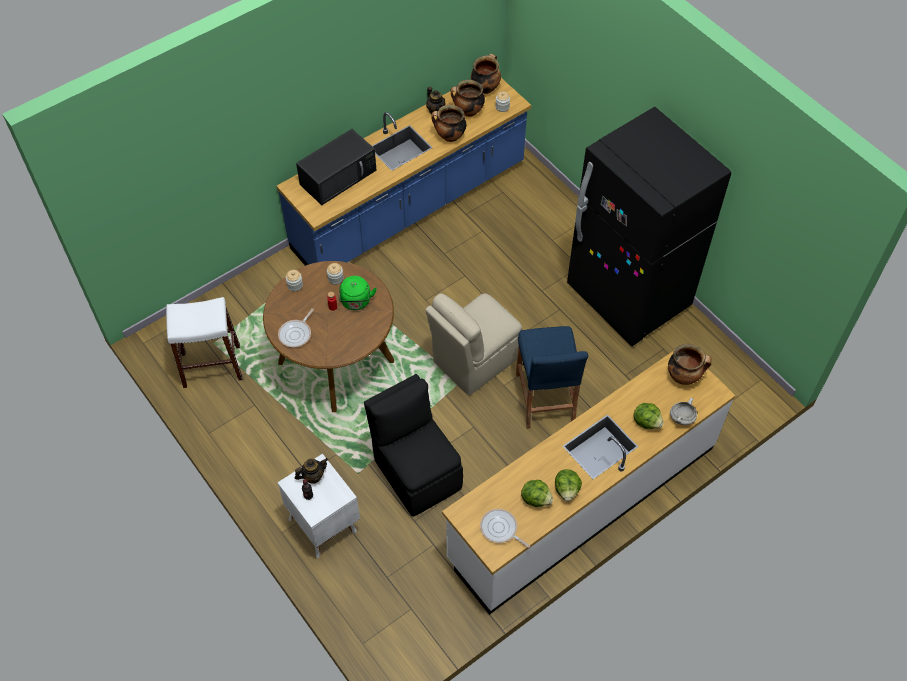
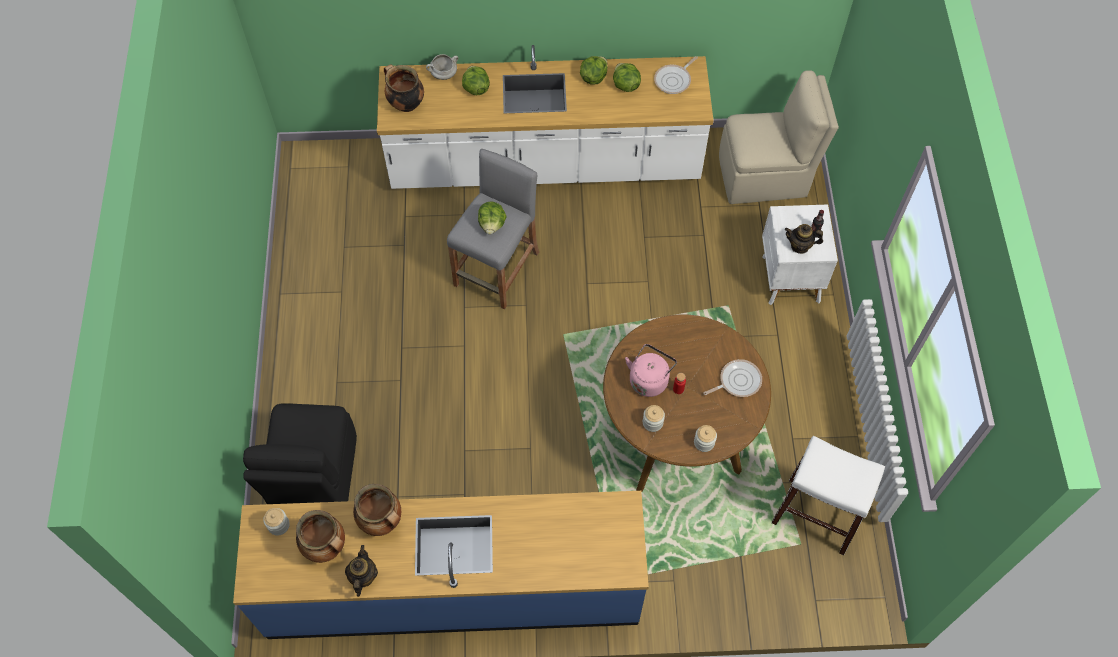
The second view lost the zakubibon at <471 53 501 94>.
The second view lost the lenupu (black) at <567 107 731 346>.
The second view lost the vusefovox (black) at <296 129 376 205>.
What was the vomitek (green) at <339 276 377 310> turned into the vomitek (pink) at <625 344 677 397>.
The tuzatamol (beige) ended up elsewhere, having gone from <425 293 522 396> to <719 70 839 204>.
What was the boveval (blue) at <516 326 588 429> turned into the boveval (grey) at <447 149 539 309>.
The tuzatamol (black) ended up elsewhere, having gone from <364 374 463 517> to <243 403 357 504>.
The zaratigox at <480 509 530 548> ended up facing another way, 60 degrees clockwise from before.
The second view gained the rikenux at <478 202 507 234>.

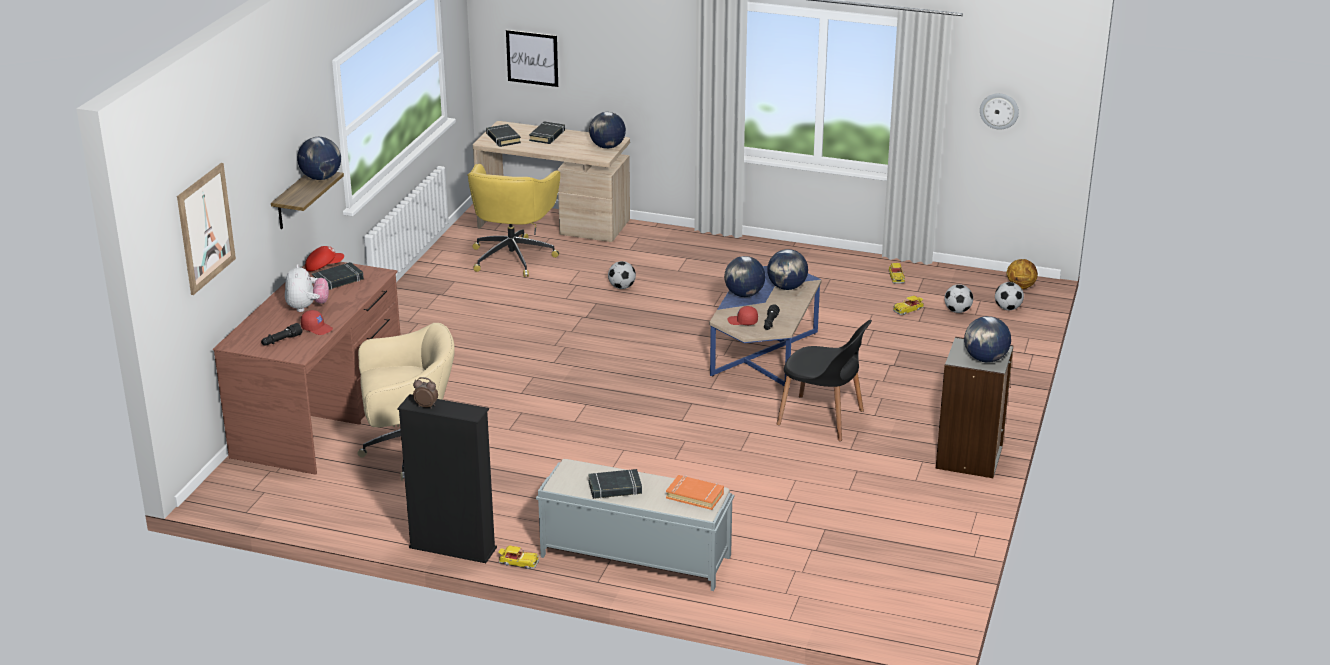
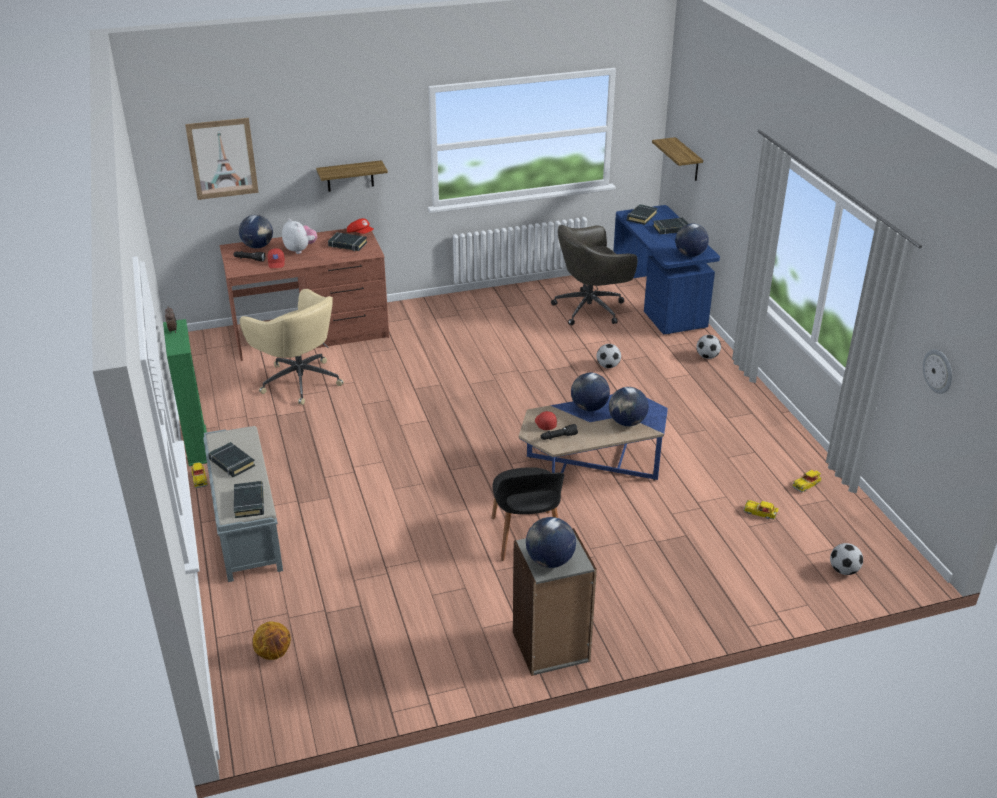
Where the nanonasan hung at <506 30 558 87>, the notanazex came to hang at <652 137 703 181>.
What was the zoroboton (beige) at <473 121 630 242> turned into the zoroboton (blue) at <613 205 720 334>.
The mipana ended up elsewhere, having gone from <297 137 341 180> to <239 215 273 249>.
What was the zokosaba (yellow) at <468 164 560 277> turned into the zokosaba (grey) at <551 225 637 326>.
The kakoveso ended up elsewhere, having gone from <1006 259 1038 289> to <252 621 291 660>.
The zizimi at <285 264 329 312> ended up facing another way, 90 degrees counterclockwise from before.
The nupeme ended up elsewhere, having gone from <944 284 973 313> to <696 335 721 359>.
What was the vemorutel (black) at <397 394 497 563> turned into the vemorutel (green) at <163 319 207 466>.
What was the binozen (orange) at <666 475 724 510> turned into the binozen (black) at <234 481 264 518>.

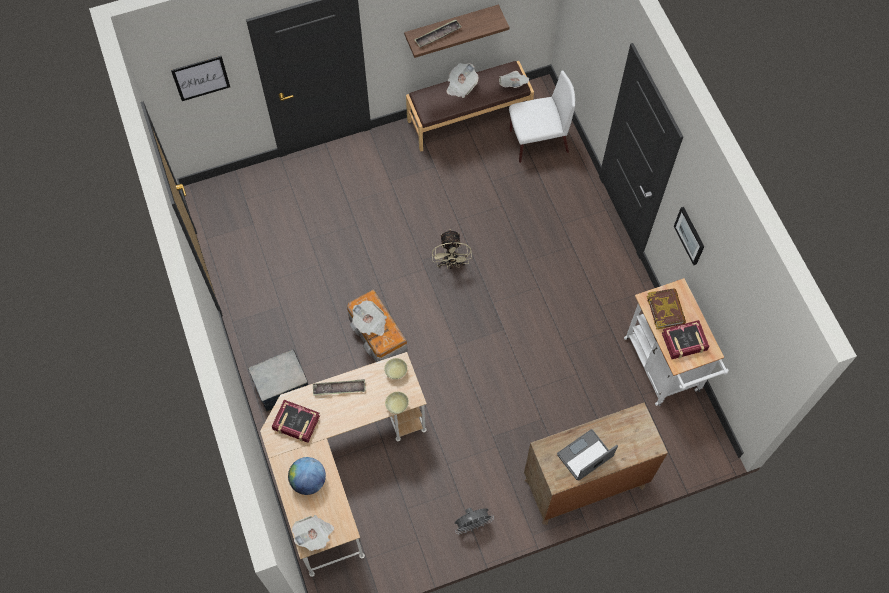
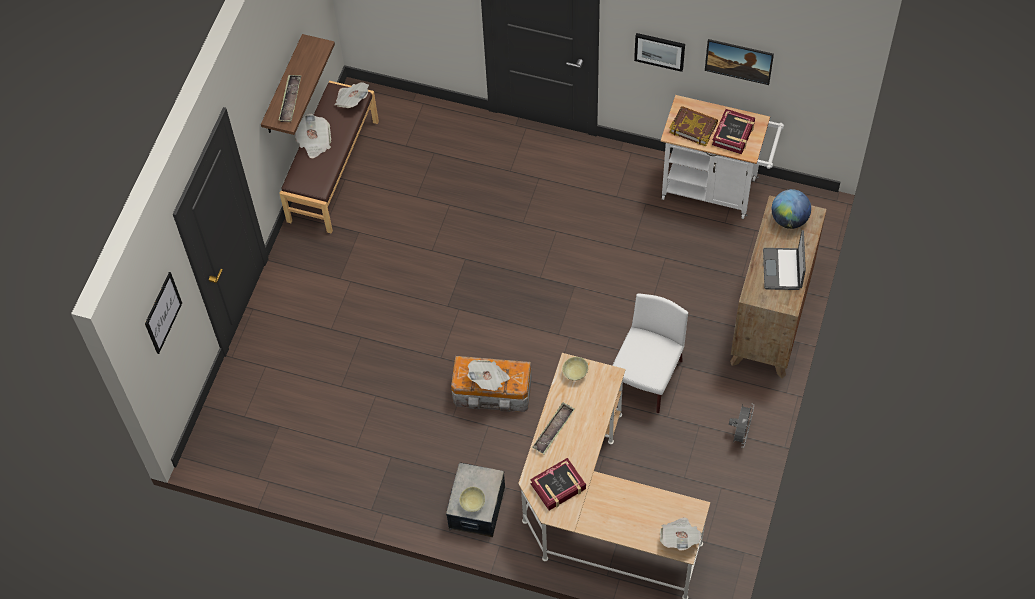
The tuzatamol (white) ended up elsewhere, having gone from <509 70 575 163> to <612 293 688 413>.
The second view lost the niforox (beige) at <432 229 472 269>.
The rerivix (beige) ended up elsewhere, having gone from <385 392 409 414> to <459 487 485 512>.
The mipana ended up elsewhere, having gone from <288 457 326 495> to <772 189 811 229>.
The second view gained the nanonasan at <705 39 774 85>.

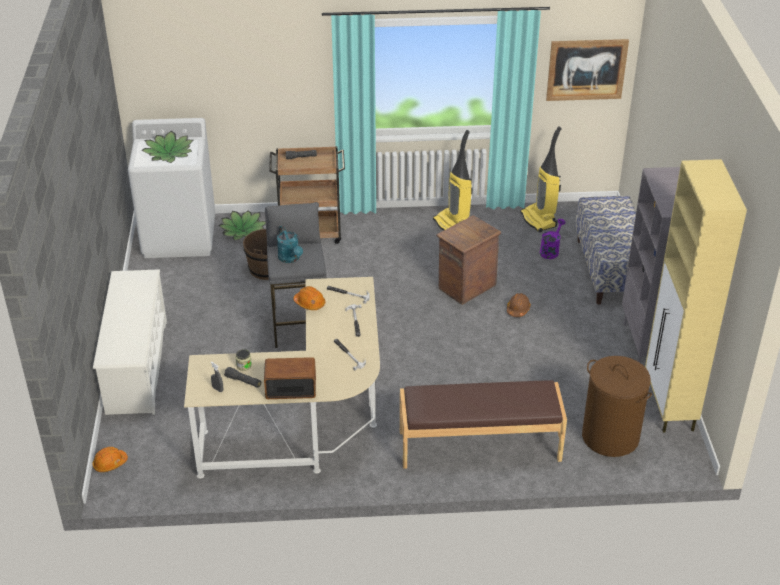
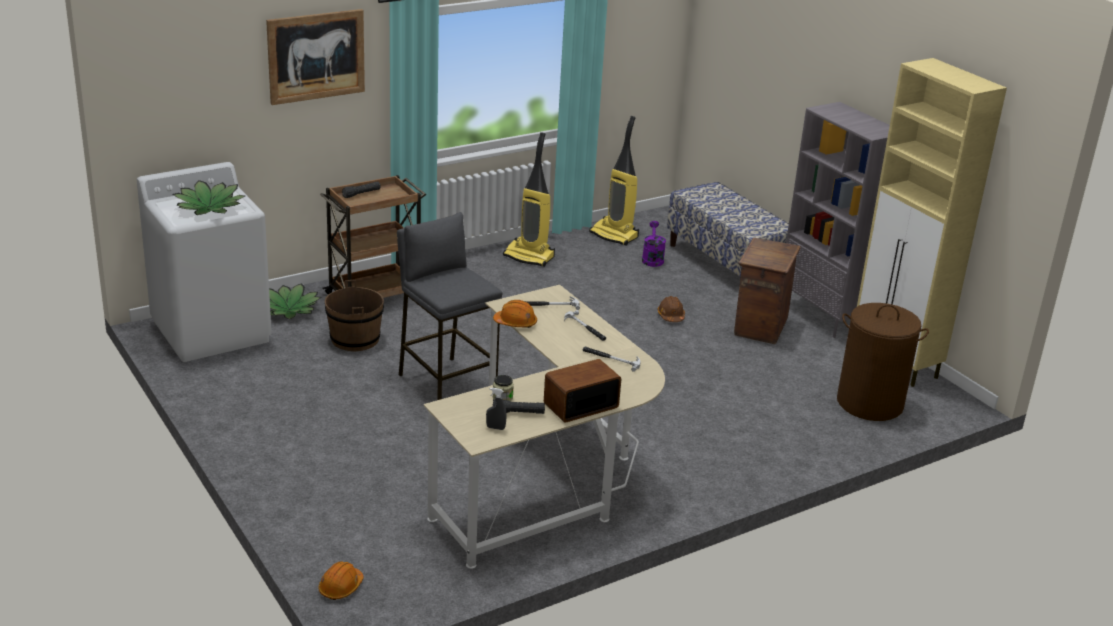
The nanonasan ended up elsewhere, having gone from <546 39 629 101> to <266 9 365 105>.
The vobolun ended up elsewhere, having gone from <436 215 501 305> to <734 238 801 344>.
The second view lost the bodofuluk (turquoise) at <277 226 303 263>.
The second view lost the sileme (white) at <93 269 167 415>.
The second view lost the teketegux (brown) at <400 380 567 469>.

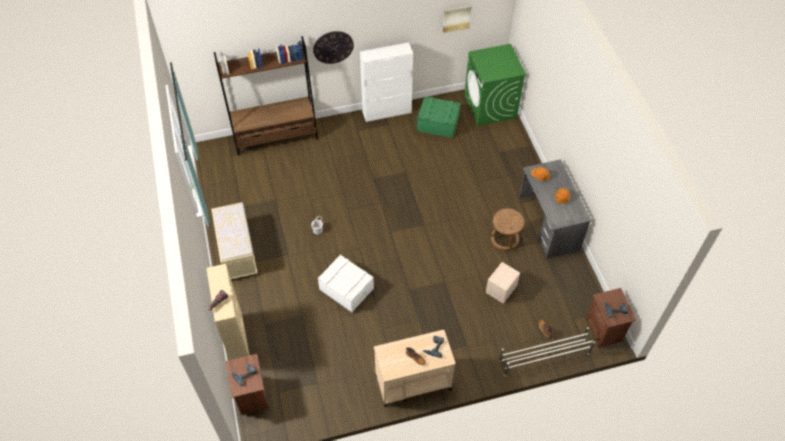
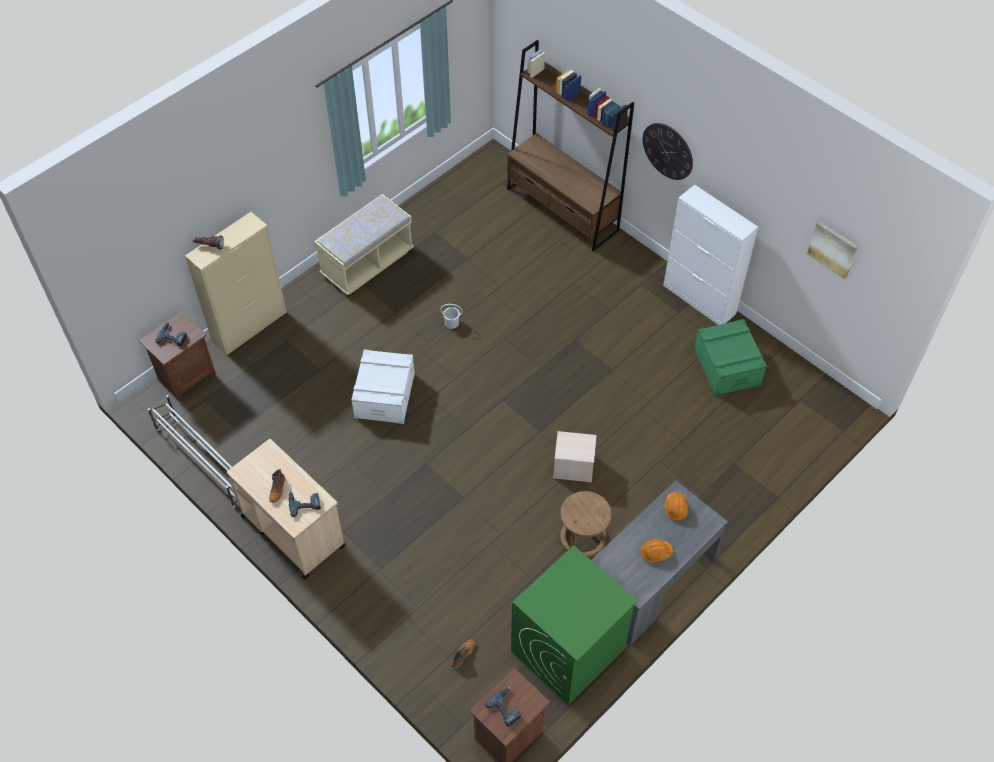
The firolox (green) ended up elsewhere, having gone from <465 44 526 126> to <511 545 638 705>.
The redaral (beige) ended up elsewhere, having gone from <485 262 520 304> to <553 431 597 482>.
The sileme (white) ended up elsewhere, having gone from <499 327 595 376> to <148 395 238 507>.

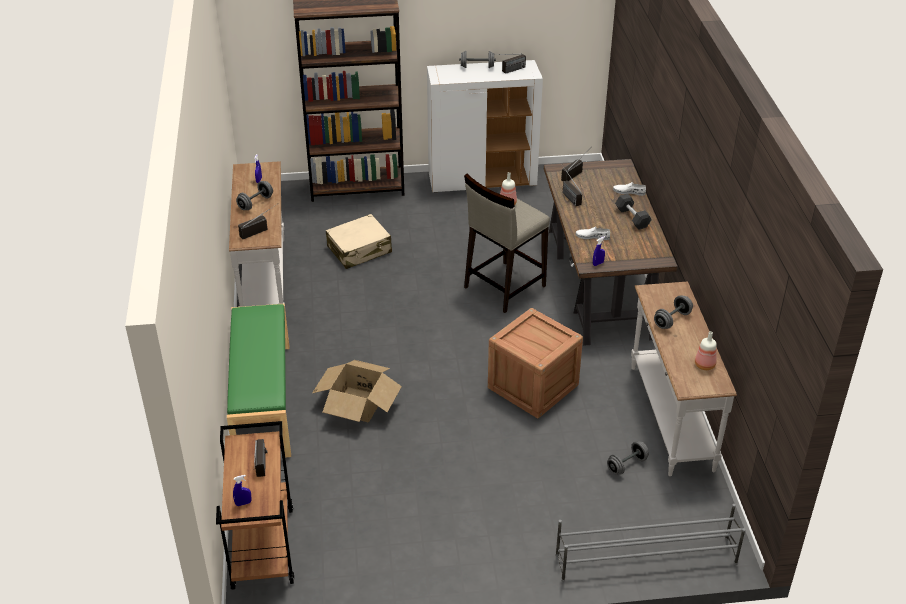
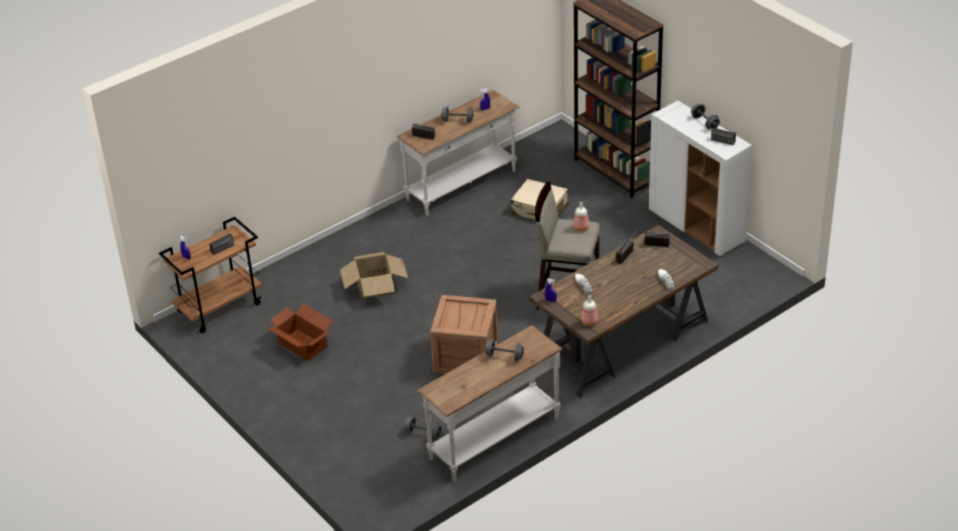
The second view lost the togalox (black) at <615 194 652 230>.
The second view lost the teketegux (green) at <227 304 291 458>.
The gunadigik ended up elsewhere, having gone from <695 331 717 370> to <581 295 598 326>.
The second view lost the sileme (grey) at <555 504 746 582>.
The second view gained the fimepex at <267 303 332 361>.

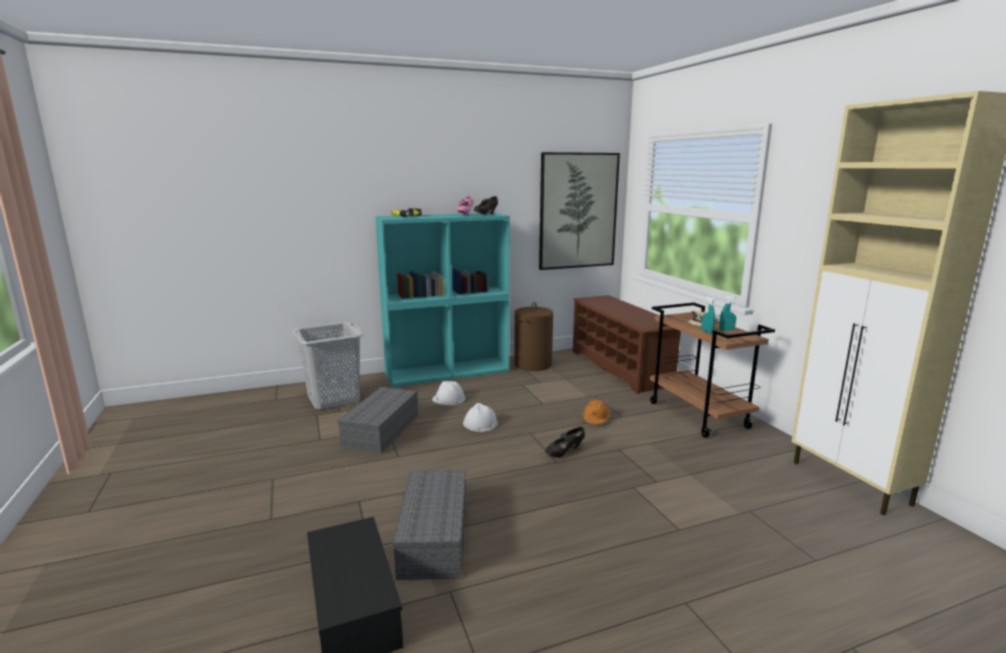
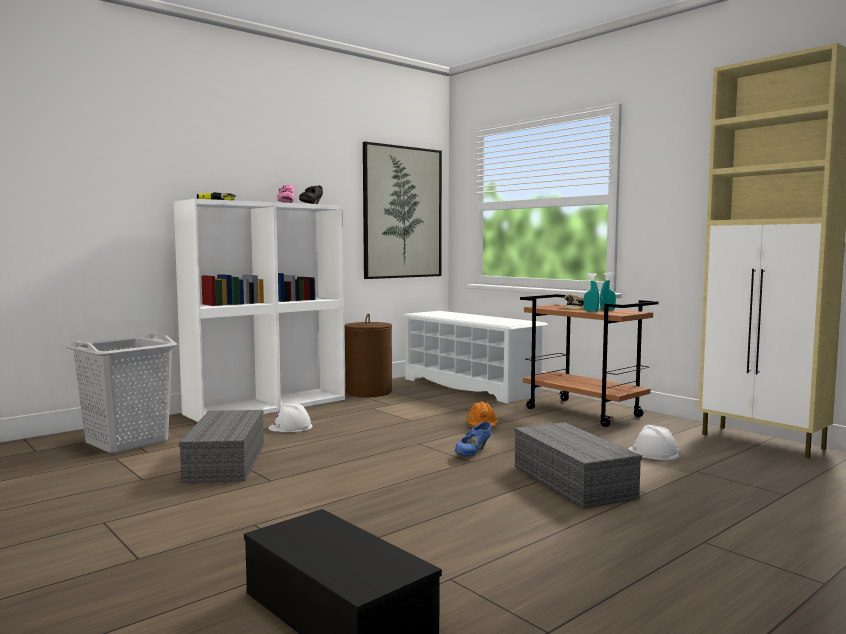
What was the vemorutel (turquoise) at <375 213 510 387> turned into the vemorutel (white) at <174 199 345 422>.
What was the sileme (brown) at <573 295 681 394> turned into the sileme (white) at <403 311 548 404>.
The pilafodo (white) ended up elsewhere, having gone from <463 403 497 432> to <628 425 679 460>.
What was the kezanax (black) at <545 426 585 457> turned into the kezanax (blue) at <454 421 491 457>.
The redaral (grey) ended up elsewhere, having gone from <392 470 466 580> to <514 422 642 509>.

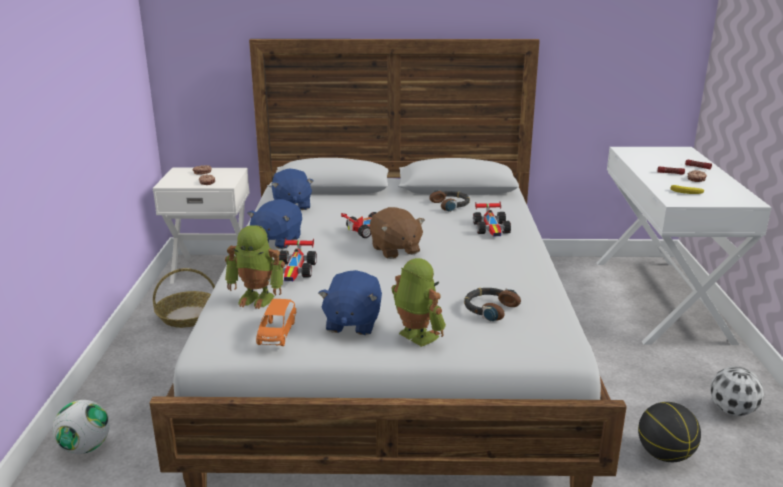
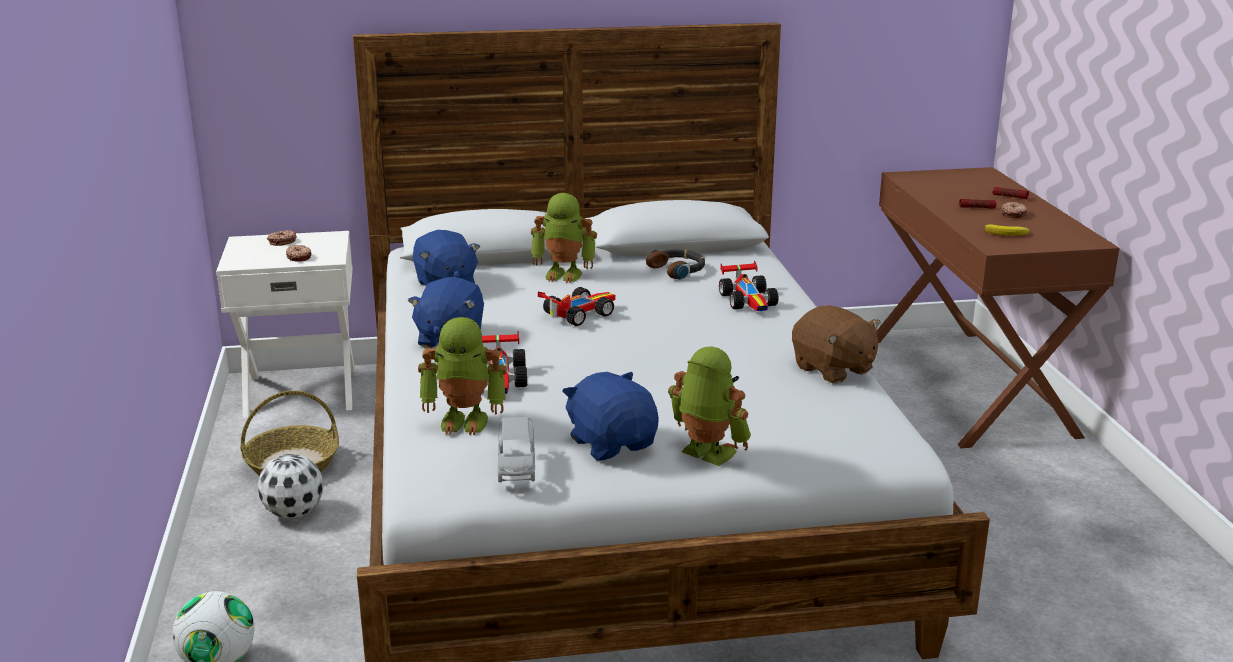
What was the zoroboton (white) at <597 147 772 345> turned into the zoroboton (brown) at <876 167 1120 448>.
The zizimi (brown) ended up elsewhere, having gone from <370 207 425 259> to <792 305 881 384>.
The zizimi (blue) at <318 270 382 335> ended up facing another way, 150 degrees clockwise from before.
The second view lost the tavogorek at <464 288 521 321>.
What was the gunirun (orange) at <256 299 296 346> turned into the gunirun (grey) at <498 417 535 482>.
The nupeme ended up elsewhere, having gone from <710 366 764 416> to <257 454 323 518>.
The second view lost the kakoveso at <638 402 701 462>.
The second view gained the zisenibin at <531 193 597 283>.

